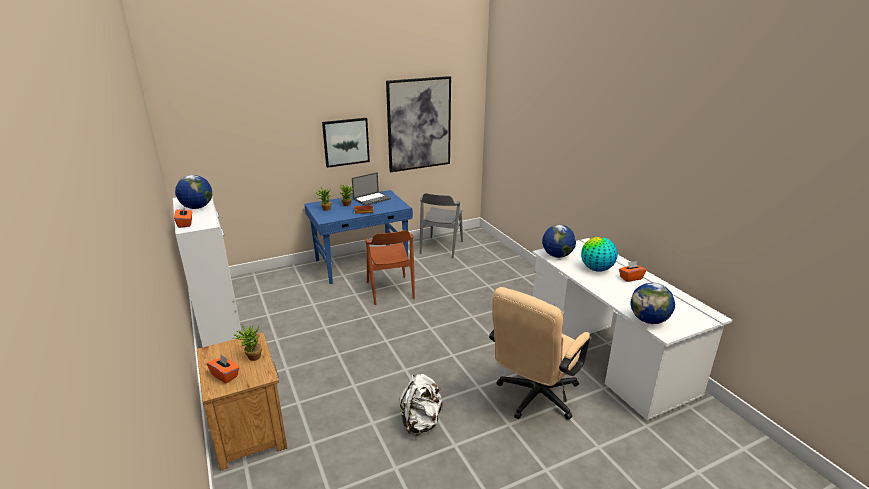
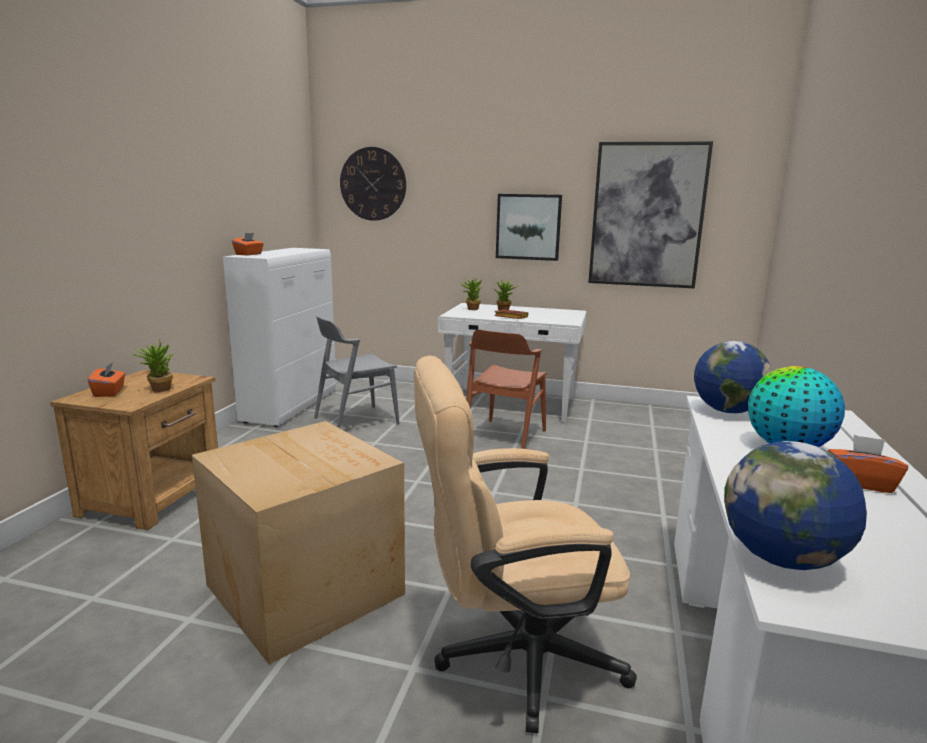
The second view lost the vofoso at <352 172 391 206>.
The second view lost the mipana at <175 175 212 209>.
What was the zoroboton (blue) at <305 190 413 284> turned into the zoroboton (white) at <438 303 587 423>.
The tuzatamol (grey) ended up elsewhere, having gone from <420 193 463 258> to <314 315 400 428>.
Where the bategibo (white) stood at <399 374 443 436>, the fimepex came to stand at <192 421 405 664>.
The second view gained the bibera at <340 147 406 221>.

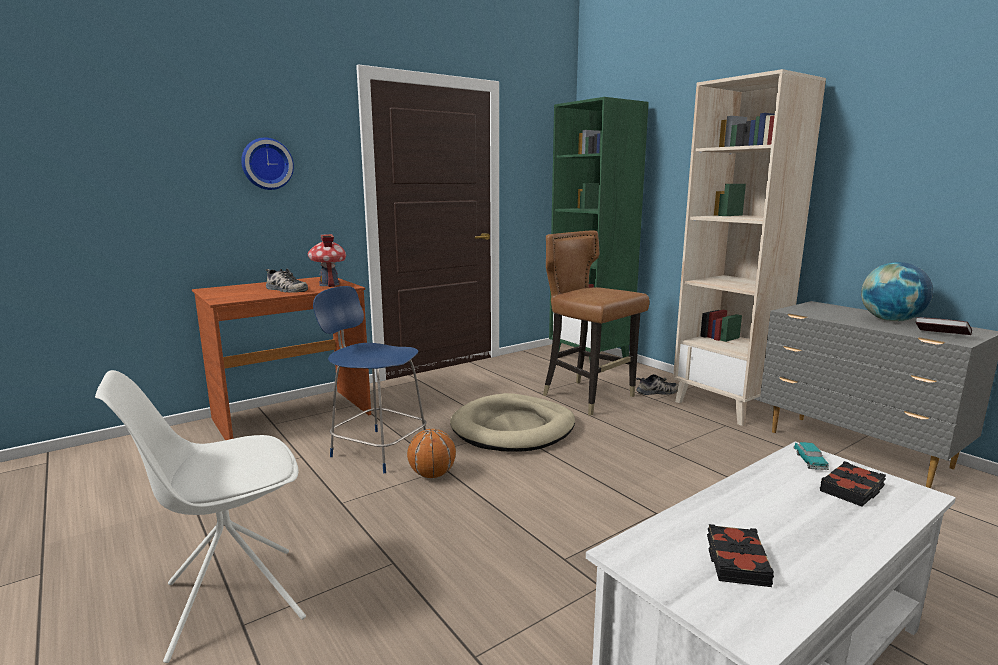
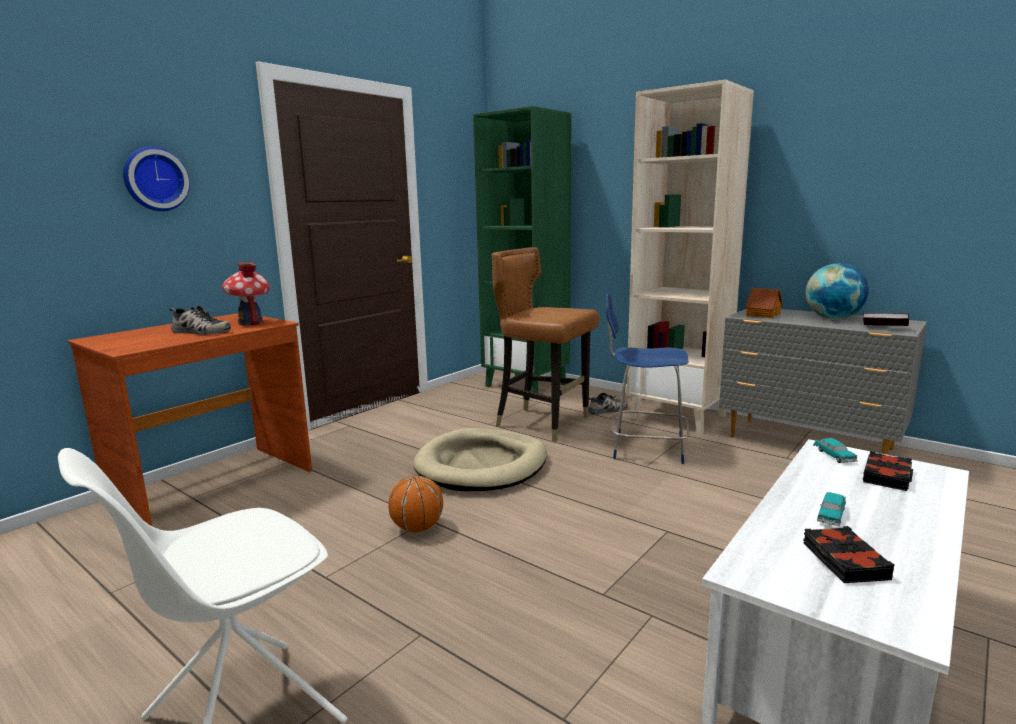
The tuzatamol (blue) ended up elsewhere, having gone from <313 286 427 473> to <606 293 689 464>.
The second view gained the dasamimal at <745 288 783 318>.
The second view gained the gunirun at <817 492 846 526>.

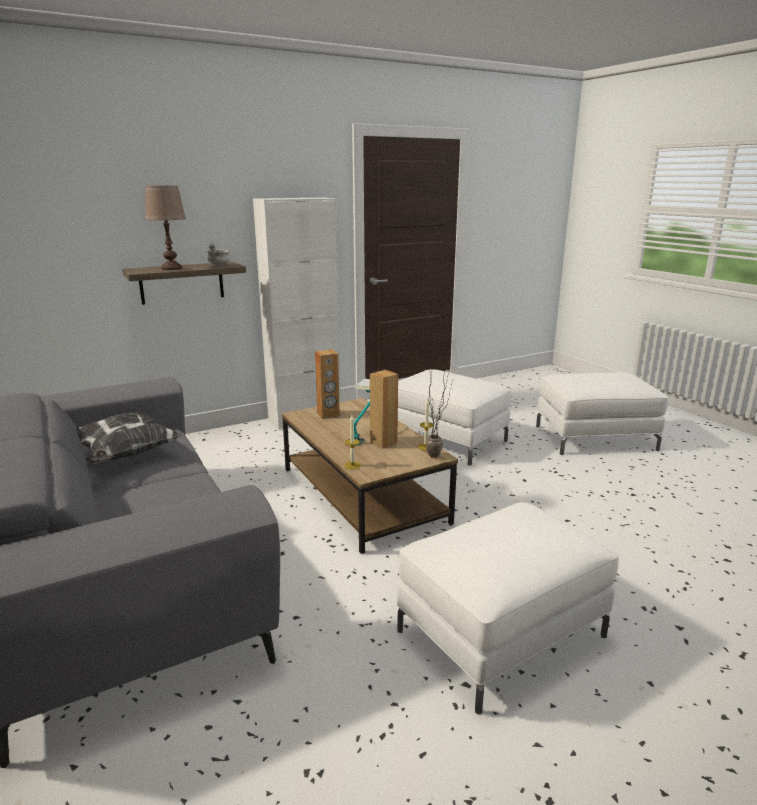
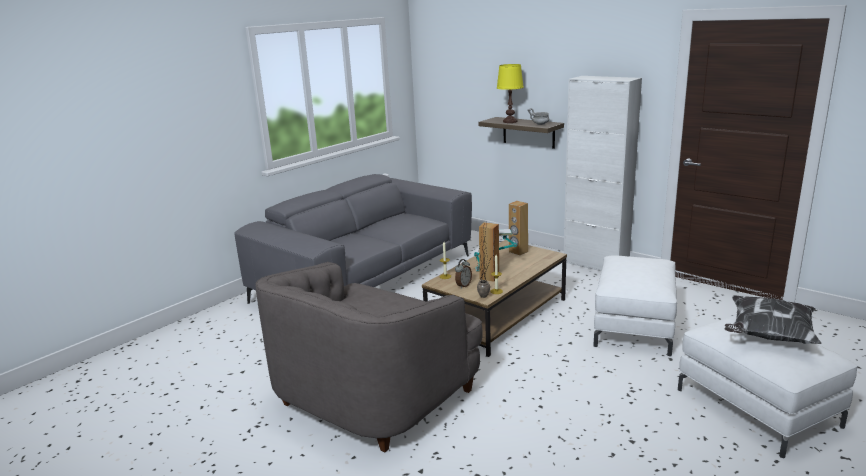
What was the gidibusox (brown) at <145 186 186 270> turned into the gidibusox (yellow) at <497 64 524 123>.
The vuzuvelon ended up elsewhere, having gone from <76 412 182 464> to <724 295 822 344>.
Where the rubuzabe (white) stood at <397 502 619 715>, the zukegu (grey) came to stand at <255 262 483 452>.
The second view gained the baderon at <455 259 472 289>.

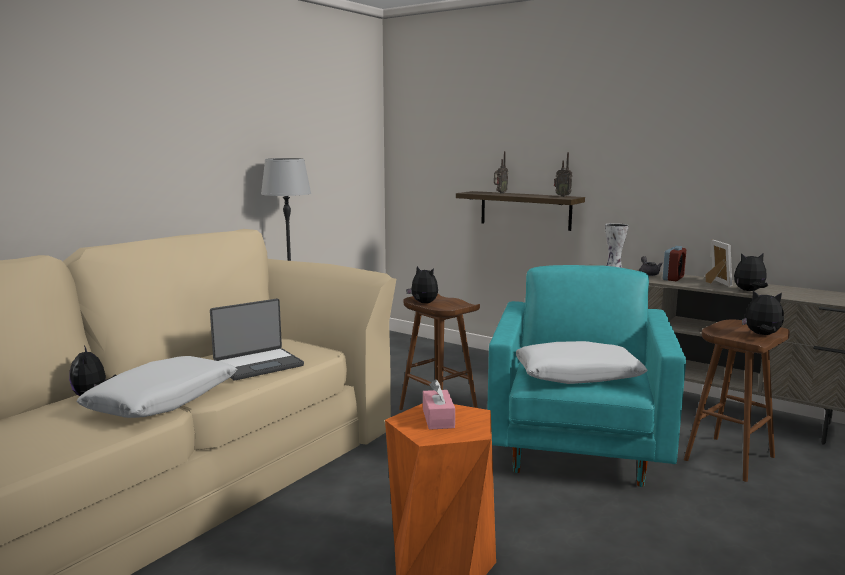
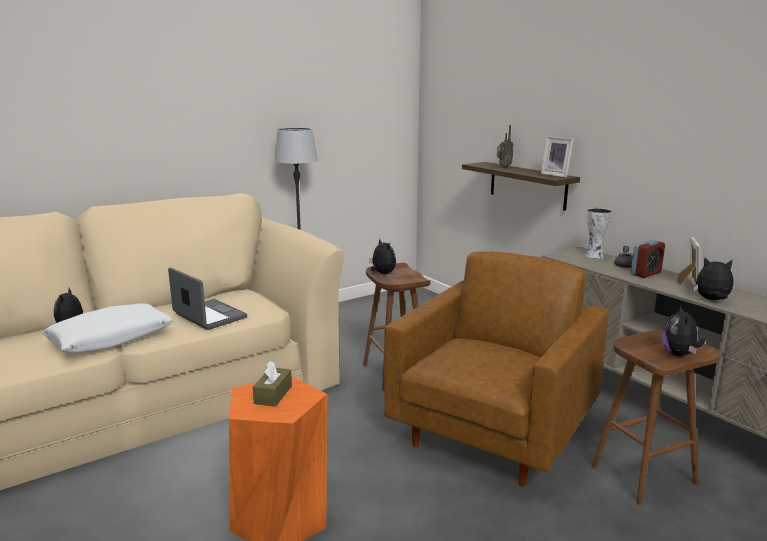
Where the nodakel stood at <554 152 572 197>, the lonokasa came to stand at <541 136 574 178>.
What was the zukegu (turquoise) at <487 265 686 487> turned into the zukegu (brown) at <384 251 609 486>.
The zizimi at <742 290 784 335> ended up facing another way, 120 degrees counterclockwise from before.
The vofoso at <210 299 304 380> ended up facing another way, 120 degrees counterclockwise from before.
The second view lost the vuzuvelon (white) at <516 341 647 384>.
What was the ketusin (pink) at <423 379 455 430> turned into the ketusin (brown) at <253 361 292 407>.

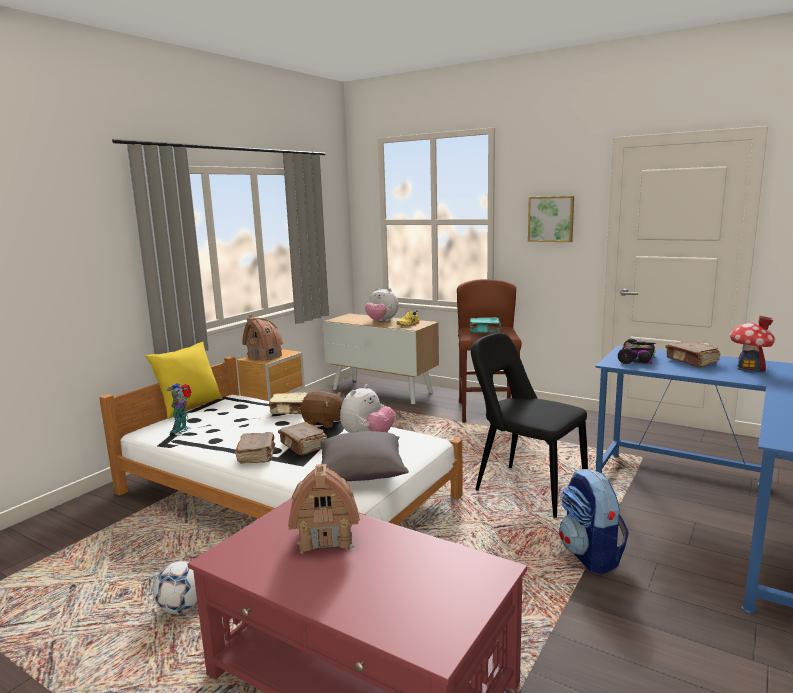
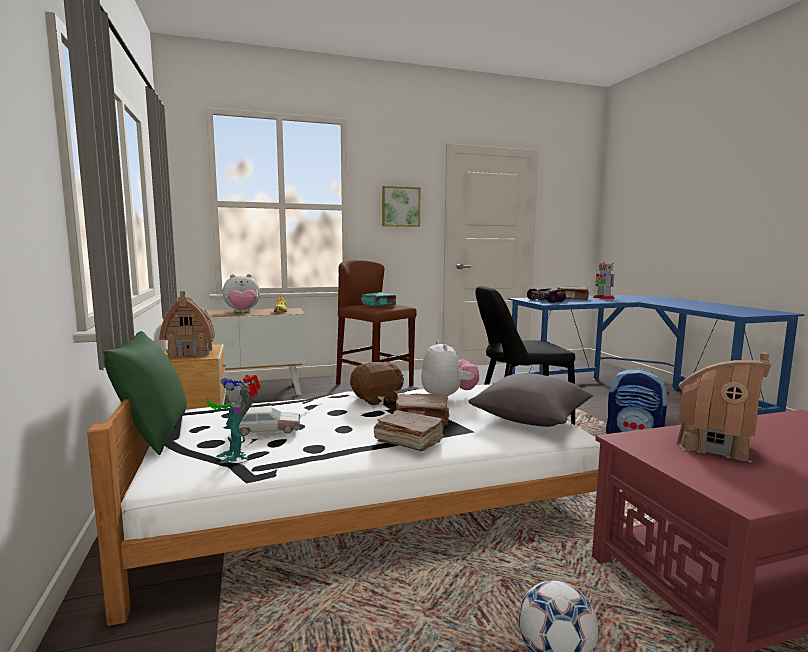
Where the dasamimal stood at <730 316 775 372>, the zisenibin came to stand at <593 262 615 300>.
What was the vuzuvelon (yellow) at <145 342 223 419> turned into the vuzuvelon (green) at <103 331 187 455>.
The second view lost the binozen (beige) at <269 392 308 414>.
The second view gained the gunirun at <238 406 300 436>.

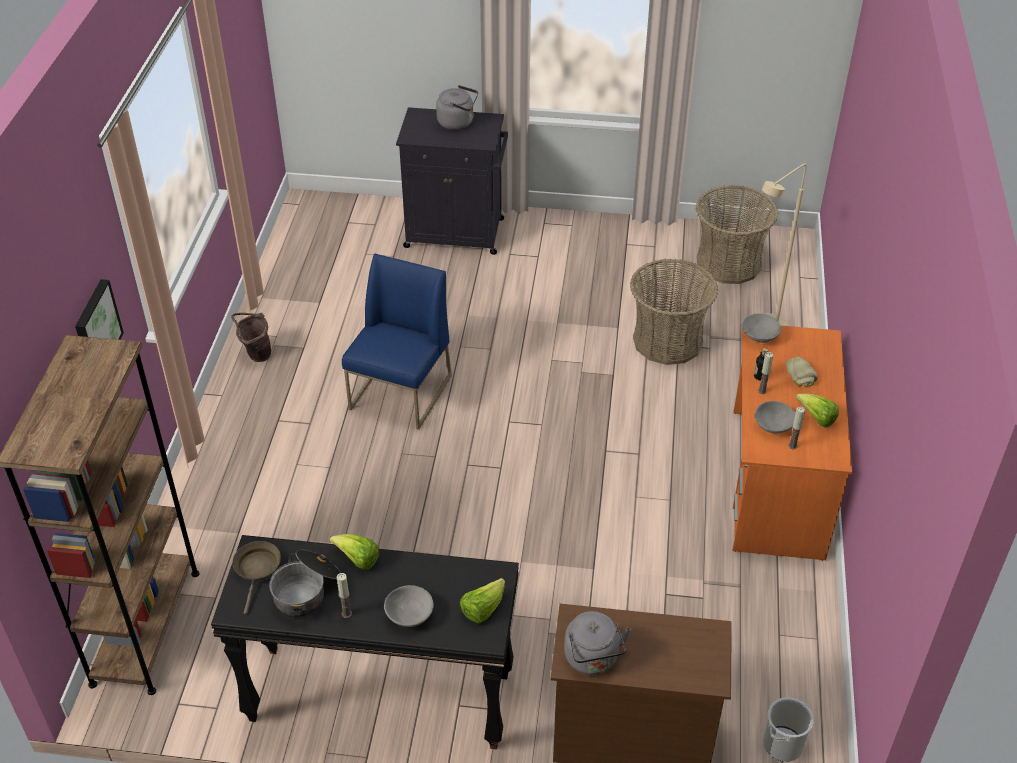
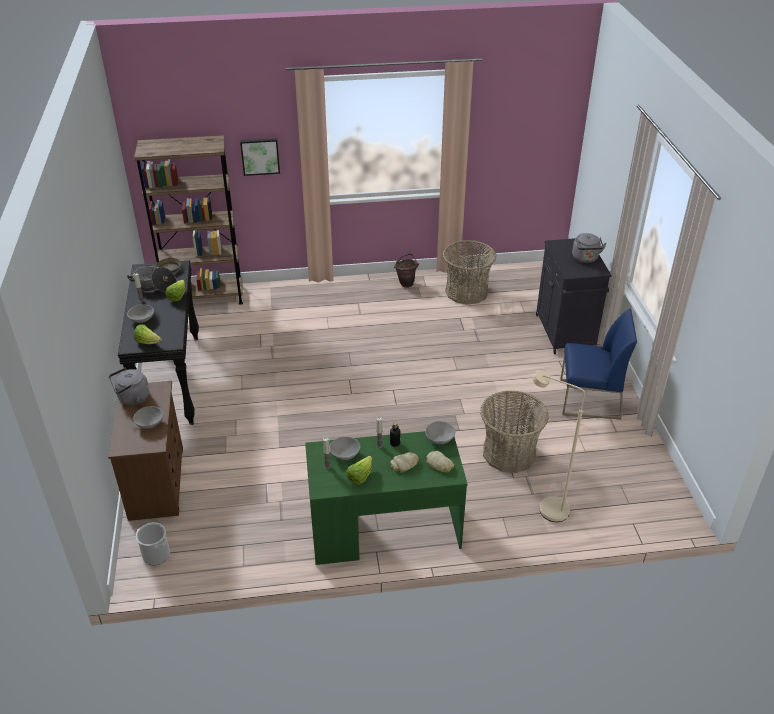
The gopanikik ended up elsewhere, having gone from <696 185 778 284> to <442 240 496 305>.
The tuzatamol (blue) ended up elsewhere, having gone from <342 253 452 430> to <560 309 637 419>.
What was the zoroboton (orange) at <733 326 852 560> turned into the zoroboton (green) at <305 431 468 565>.
The second view gained the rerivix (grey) at <133 406 163 428>.
The second view gained the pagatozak at <426 451 454 473>.

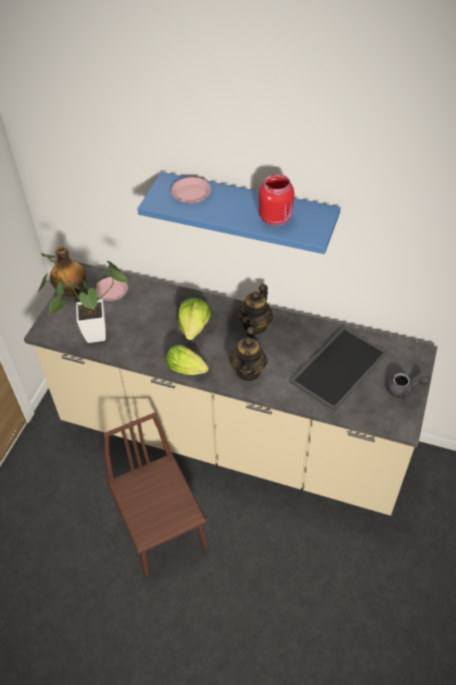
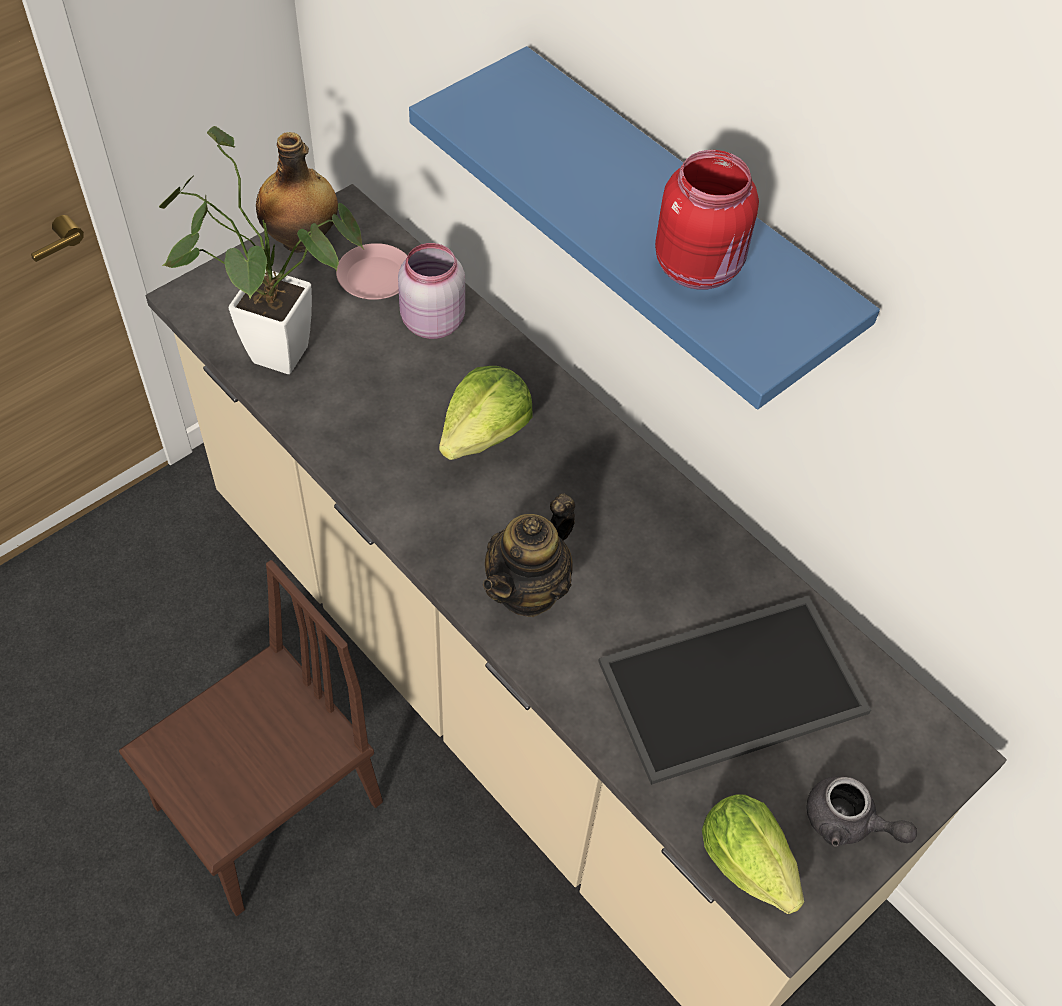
The second view lost the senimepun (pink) at <171 177 211 203>.
The second view lost the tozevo at <238 284 273 335>.
The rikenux ended up elsewhere, having gone from <166 345 209 375> to <702 795 804 914>.
The tuzatamol (brown) at <104 413 208 577> ended up facing another way, 45 degrees clockwise from before.
The second view gained the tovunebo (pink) at <398 243 465 339>.

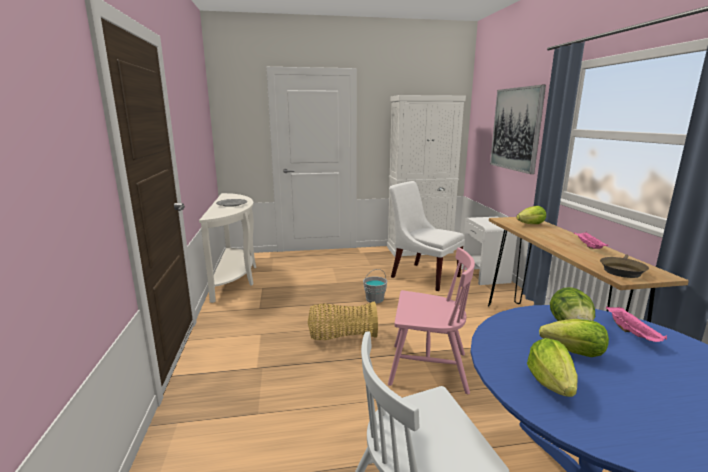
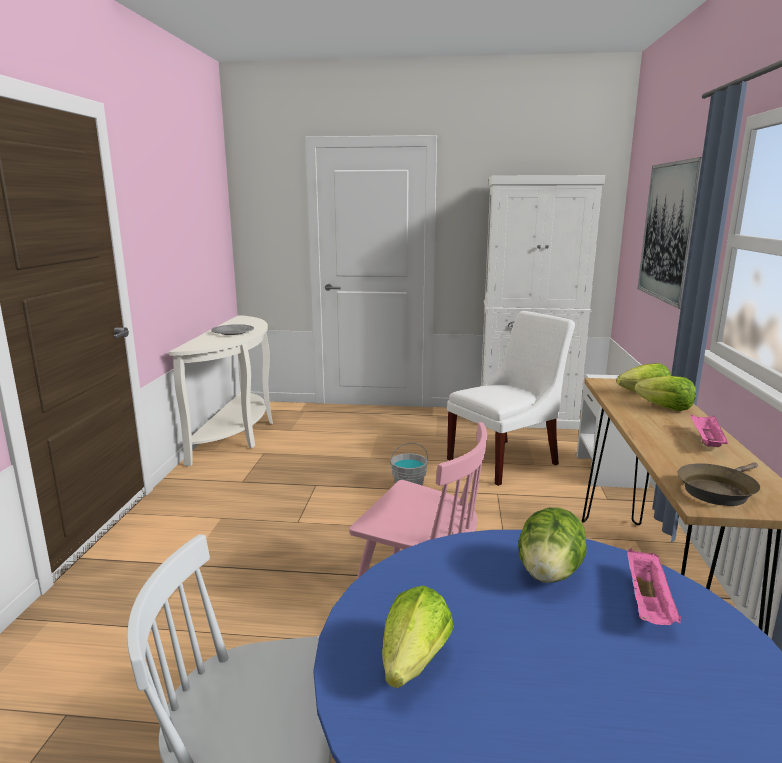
The tuzatamol (white) at <389 181 465 291> ended up facing another way, 90 degrees clockwise from before.
The second view lost the gopanikik at <308 301 378 340>.
The rikenux ended up elsewhere, having gone from <539 319 609 357> to <635 376 696 411>.

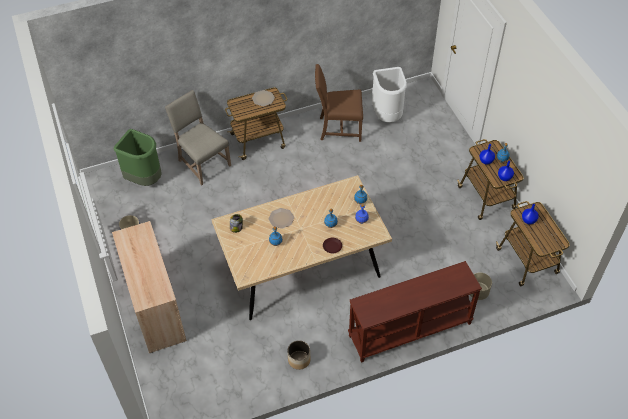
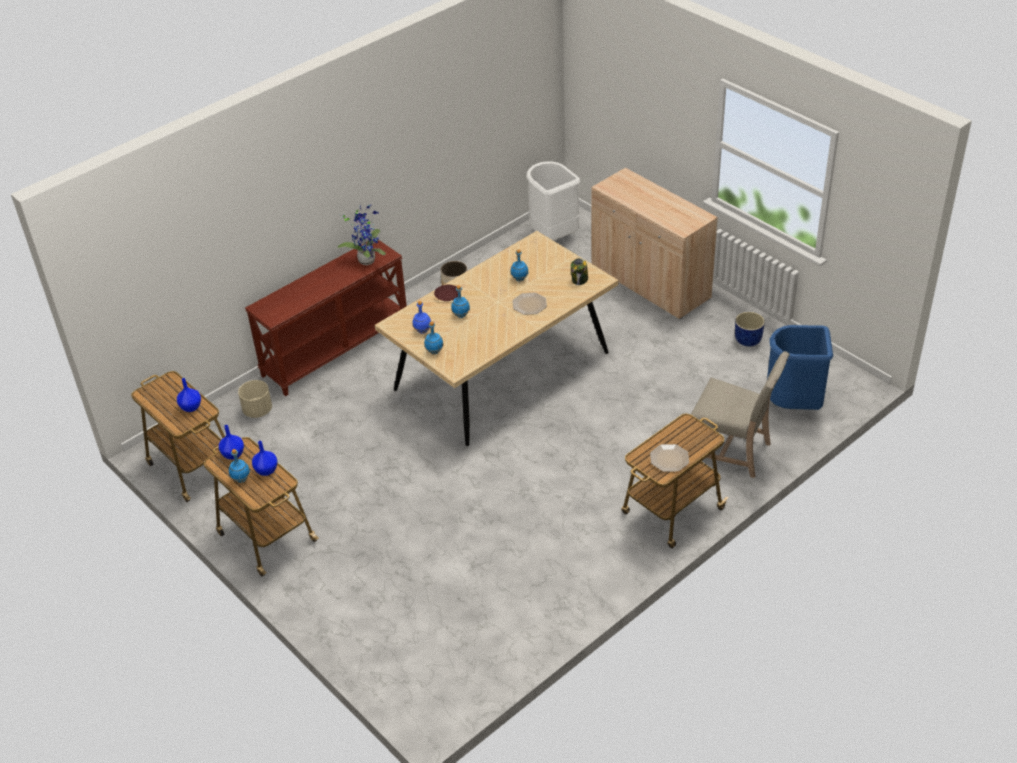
The second view lost the tuzatamol (brown) at <315 64 363 142>.
The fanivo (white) ended up elsewhere, having gone from <372 67 407 123> to <526 162 580 241>.
What was the fanivo (green) at <114 129 161 186> turned into the fanivo (blue) at <767 325 833 410>.
The second view gained the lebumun at <338 204 386 265>.

